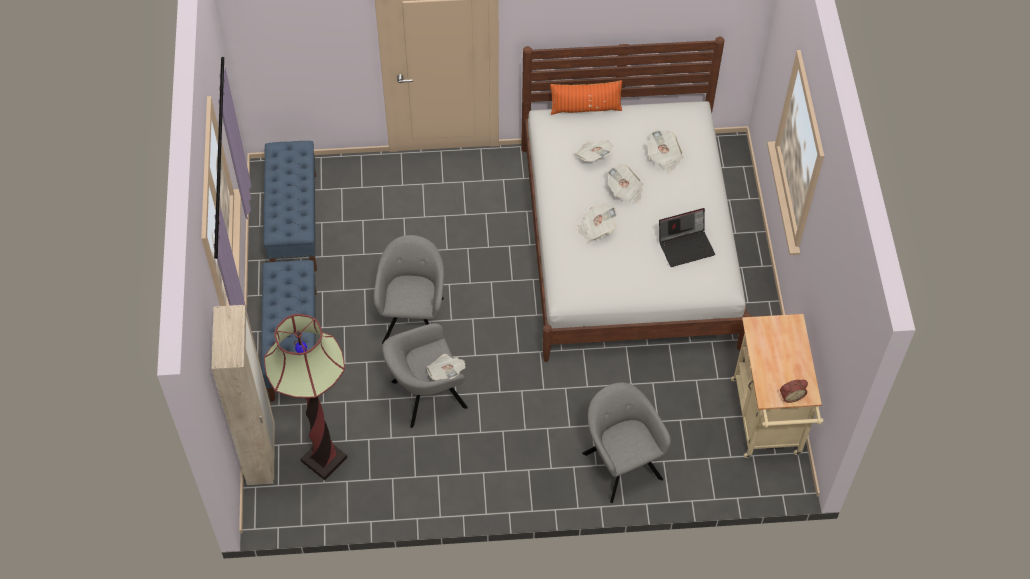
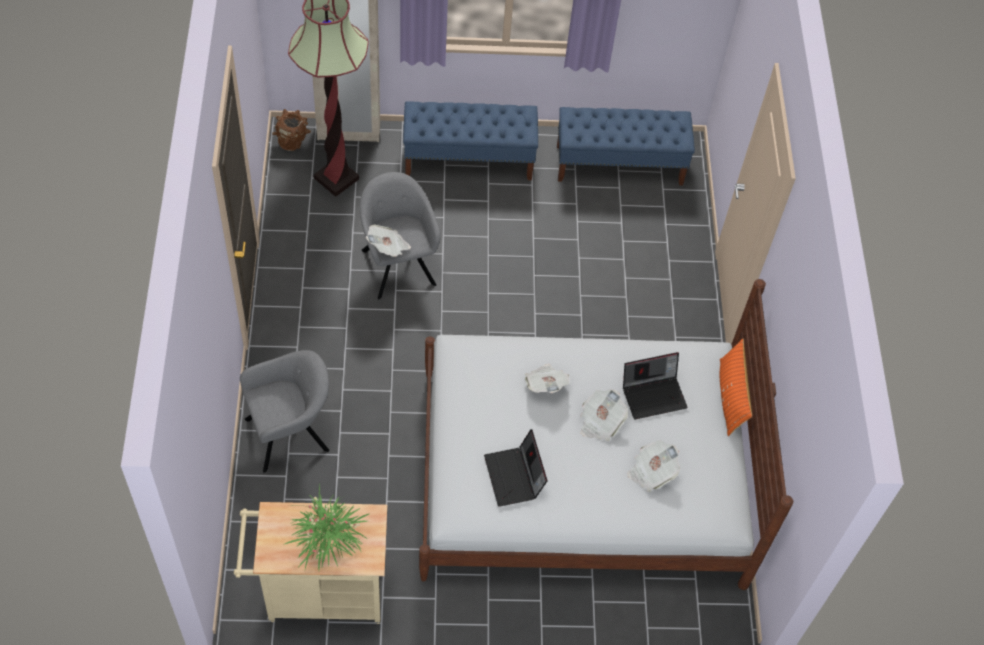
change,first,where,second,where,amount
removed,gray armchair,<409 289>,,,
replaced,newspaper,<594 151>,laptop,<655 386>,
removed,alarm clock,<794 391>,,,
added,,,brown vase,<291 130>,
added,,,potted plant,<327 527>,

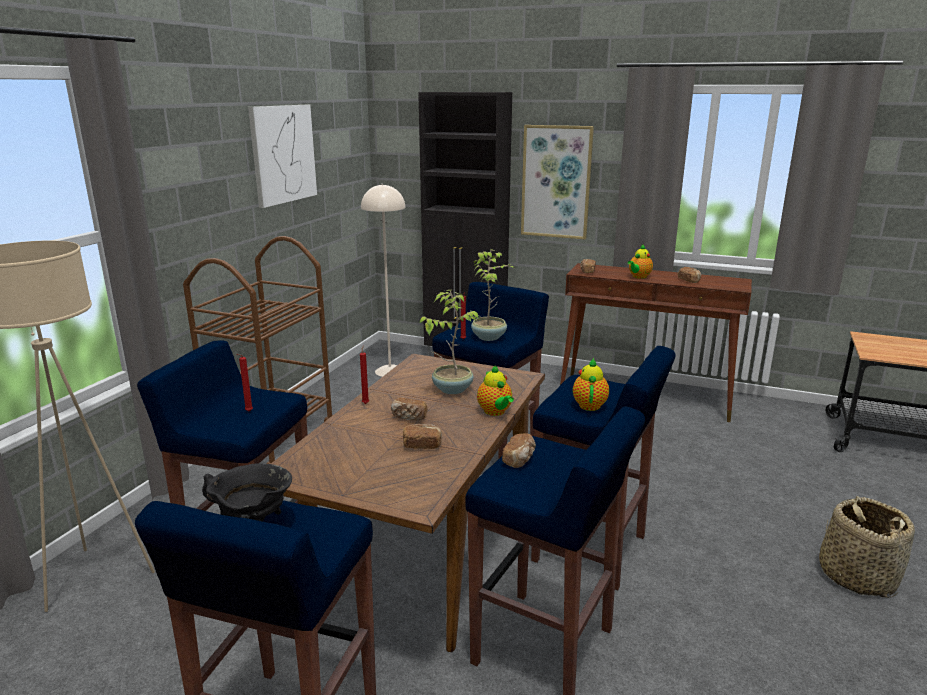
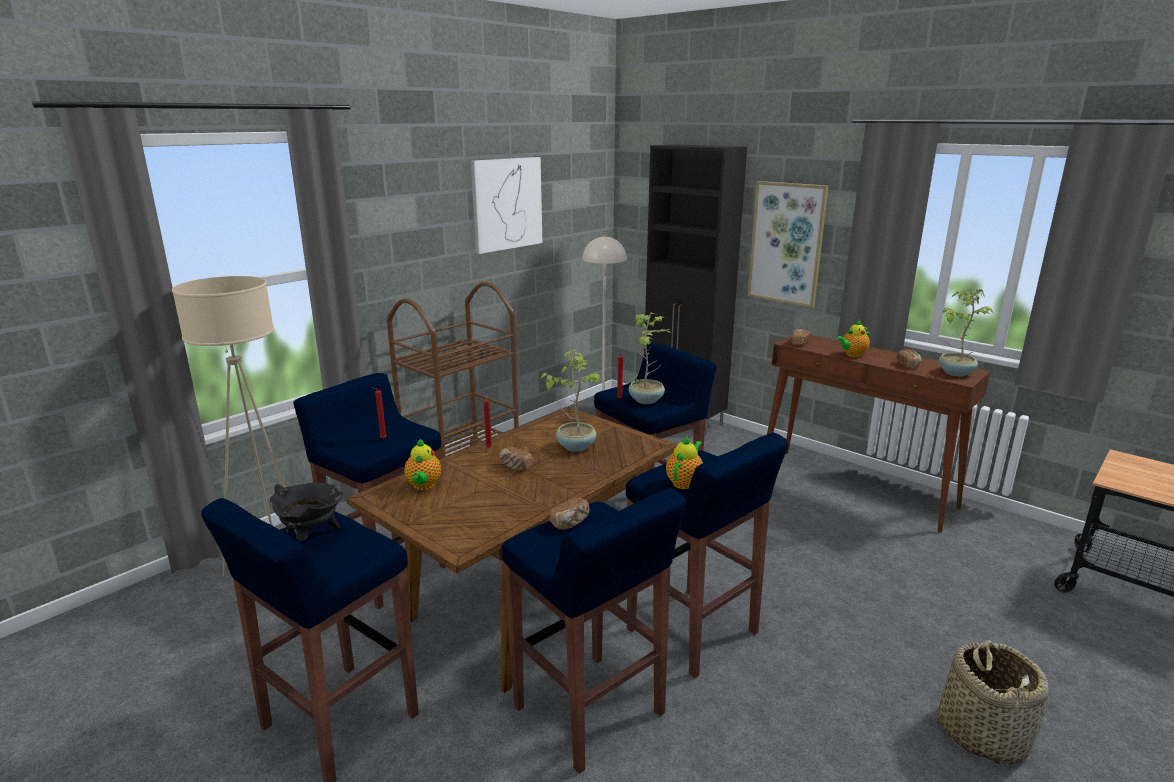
change,first,where,second,where,amount
removed,bread,<422 436>,,,
moved,pot for tea,<495 390>,,<423 464>,
added,,,potted plant,<966 332>,

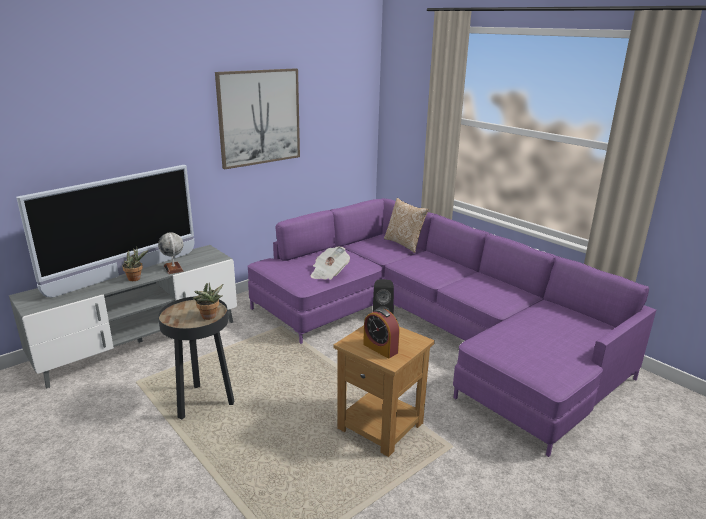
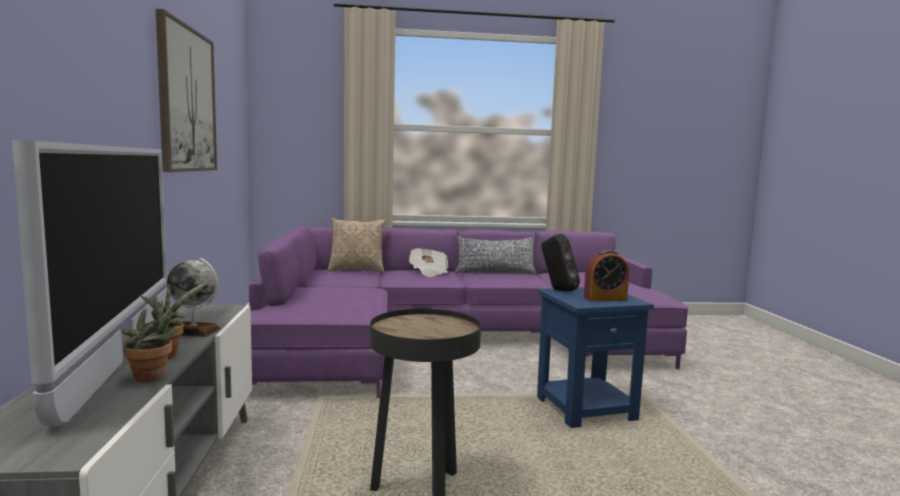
change,first,where,second,where,amount
moved,potted plant,<208 301>,,<150 341>,
moved,newspaper,<330 263>,,<428 262>,
recoloured,brown end table,<384 391>,blue-coloured end table,<595 357>,
added,,,cushion,<496 255>,

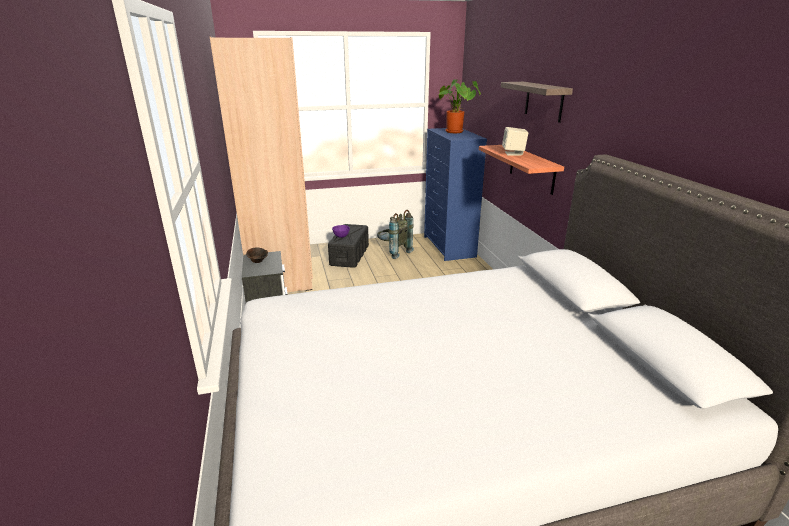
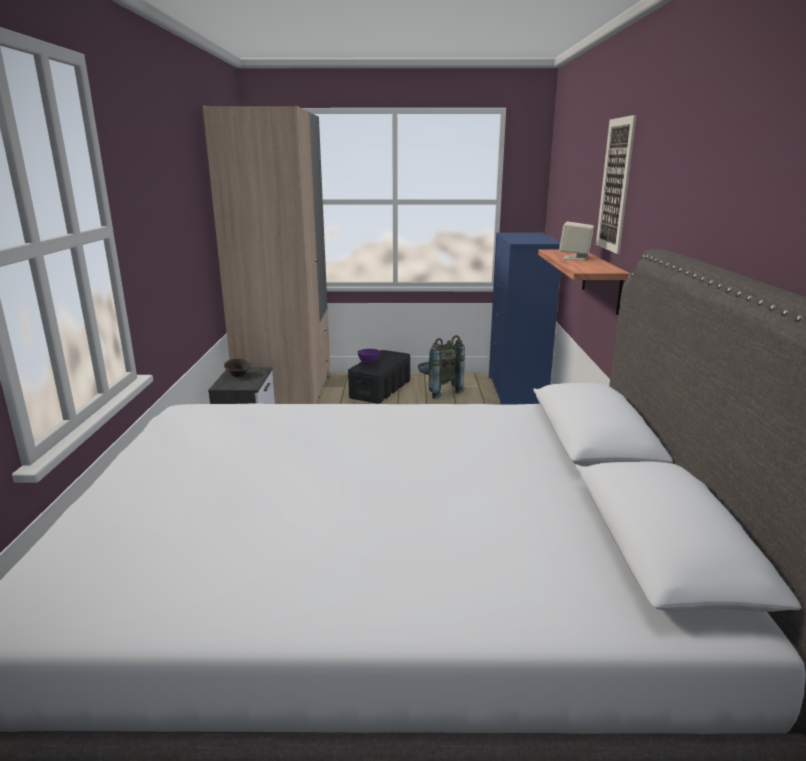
change,first,where,second,where,amount
removed,potted plant,<460 106>,,,
replaced,shelf,<537 102>,wall picture,<616 184>,

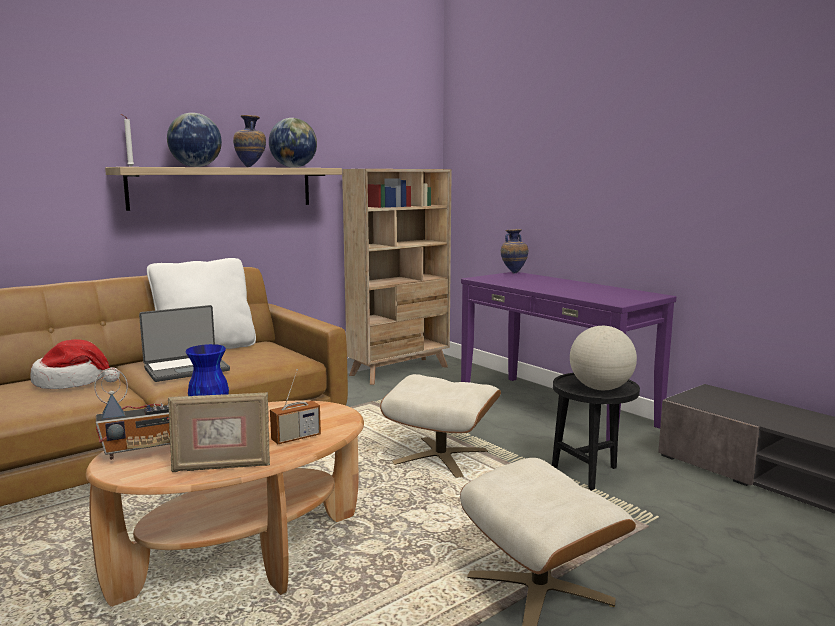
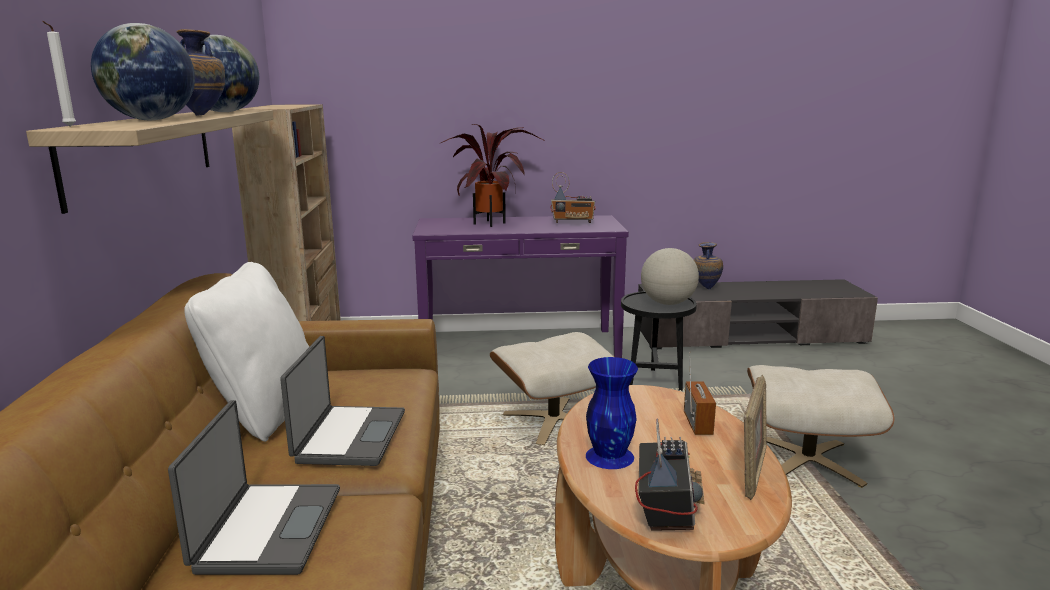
change,first,where,second,where,amount
replaced,wearable hat,<75 364>,laptop,<254 487>,
moved,vase,<514 251>,,<708 266>,
added,,,potted plant,<492 175>,
added,,,radio,<573 197>,

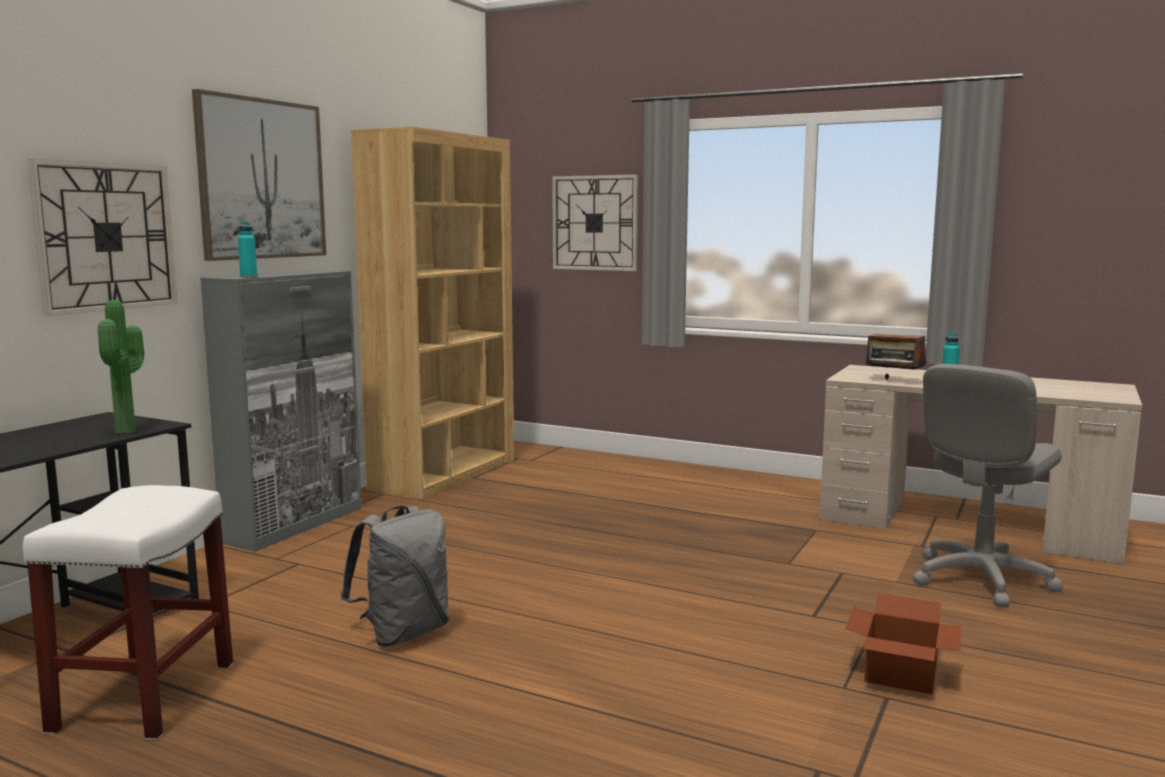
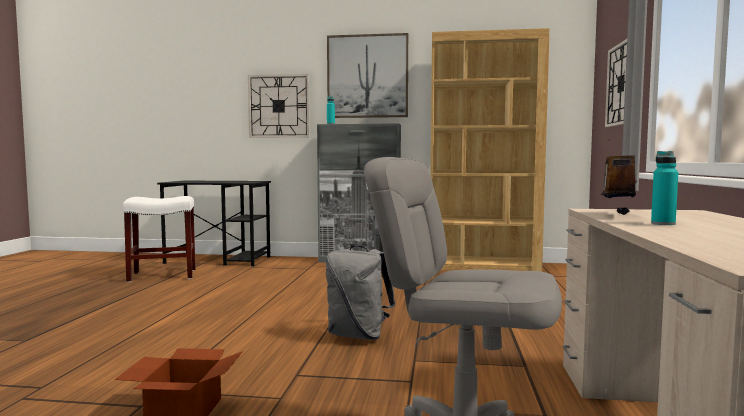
change,first,where,second,where,amount
removed,potted plant,<121 367>,,,
moved,gray rucksack,<395 576>,,<361 292>,

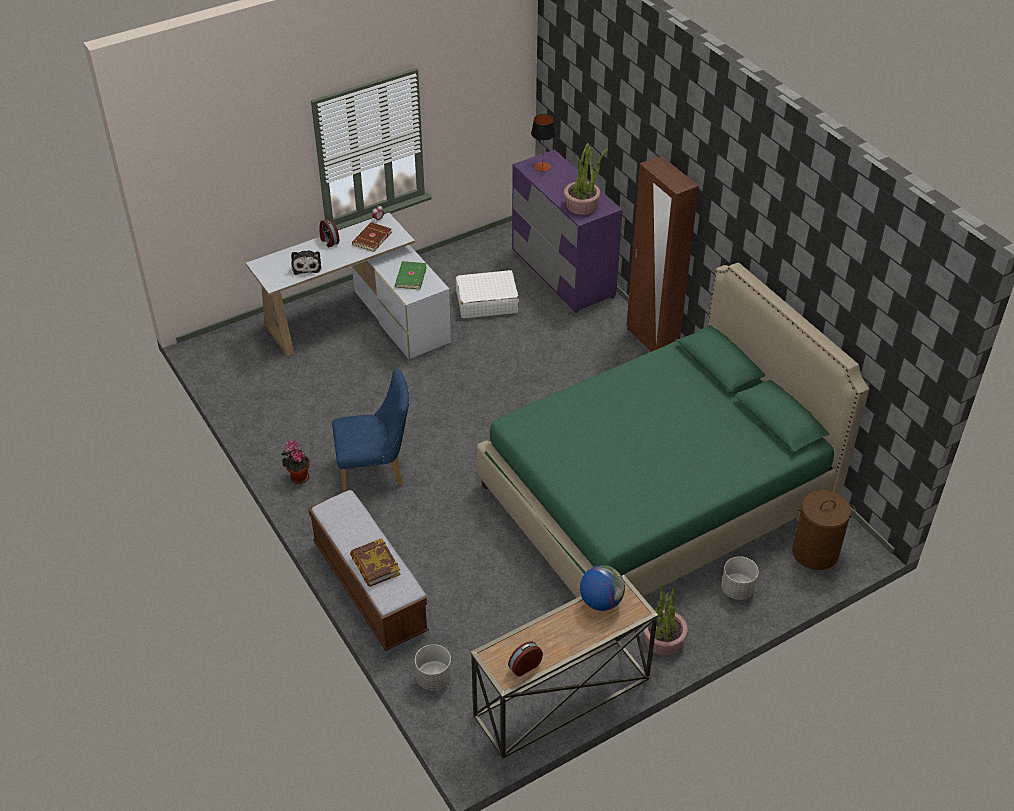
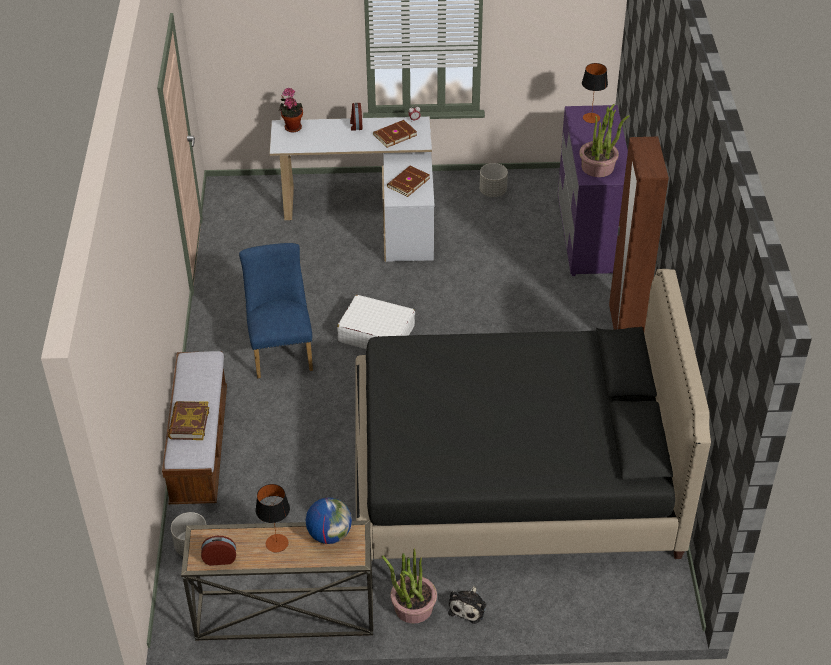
change,first,where,second,where,amount
moved,potted plant,<295 462>,,<291 110>,
moved,soft toy,<306 263>,,<467 605>,
turned,blue-coloured upright chair,<370 430>,,<276 310>,120 degrees counterclockwise
recoloured,greenish bound book,<411 275>,brown bound book,<408 181>,
moved,whitish suitcase,<487 294>,,<376 322>,
recoloured,greenish bed,<673 430>,black-coloured bed,<533 415>,
moved,gray flower pot,<740 578>,,<494 180>,
removed,brown hamper,<824 530>,,,
added,,,tabletop lamp,<272 518>,

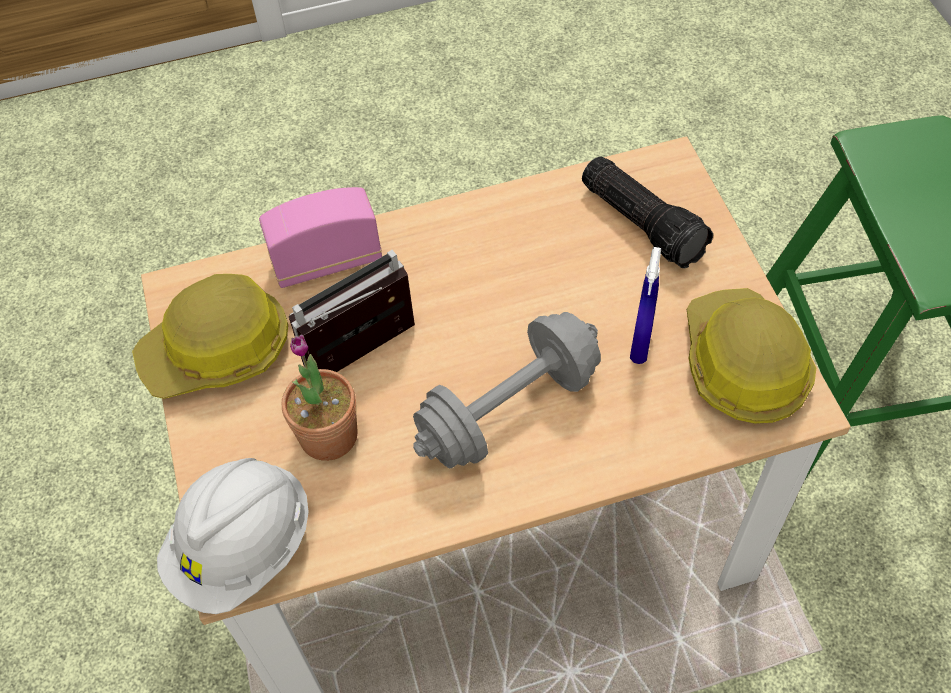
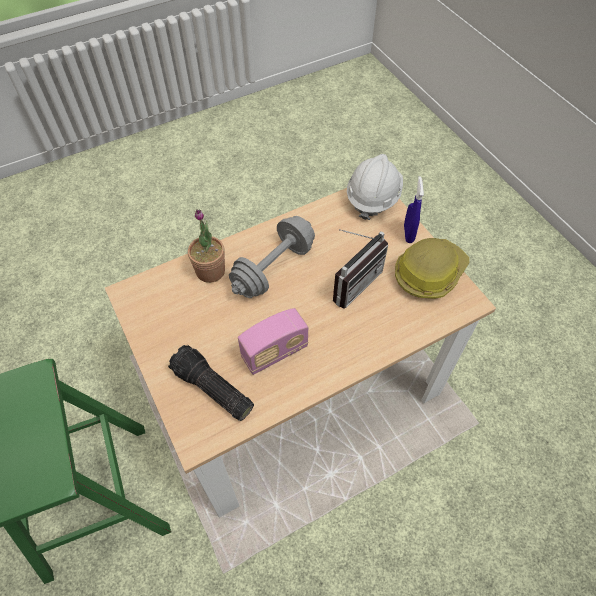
change,first,where,second,where,amount
moved,radio,<320 237>,,<273 341>,
moved,potted plant,<320 397>,,<206 246>,
moved,blue-coloured spray bottle,<645 305>,,<414 209>,
removed,work helmet,<751 356>,,,

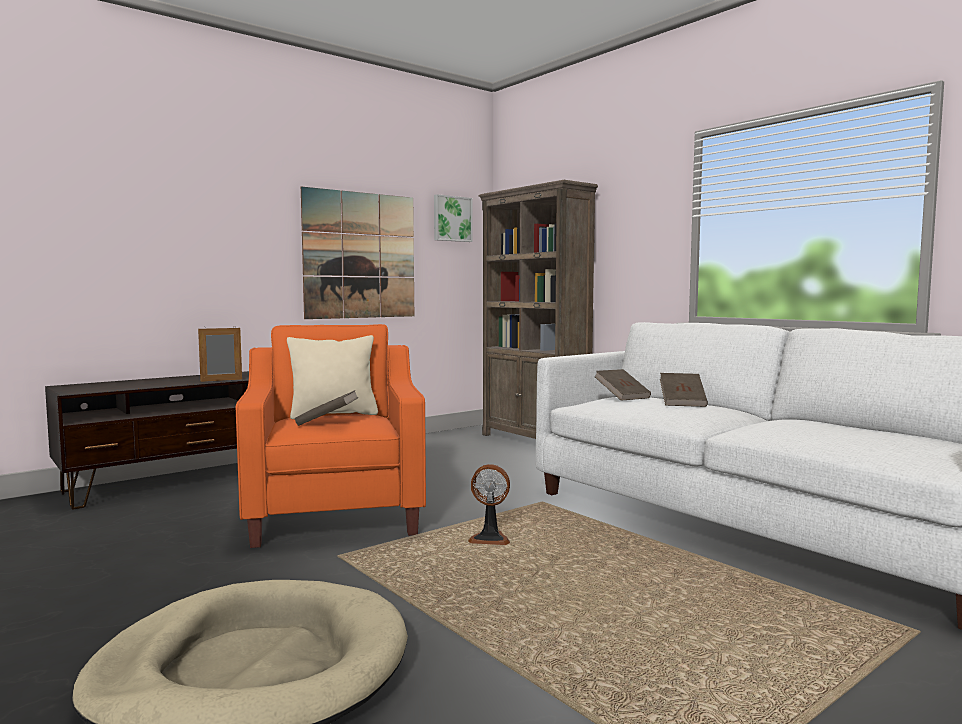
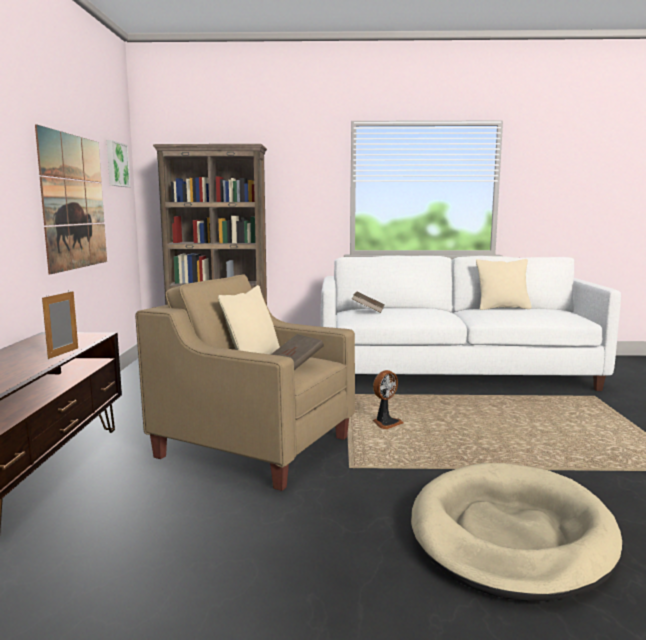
change,first,where,second,where,amount
recoloured,orange armchair,<331 436>,sand-coloured armchair,<245 382>,
removed,brown bound book,<684 390>,,,
added,,,sand-coloured cushion,<504 284>,

